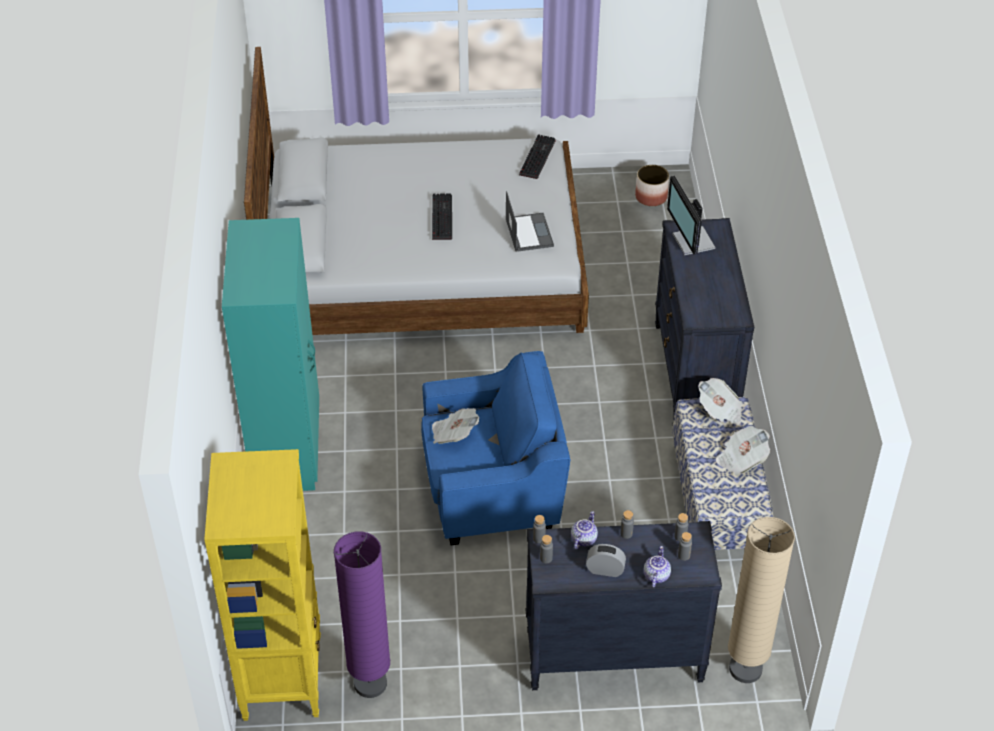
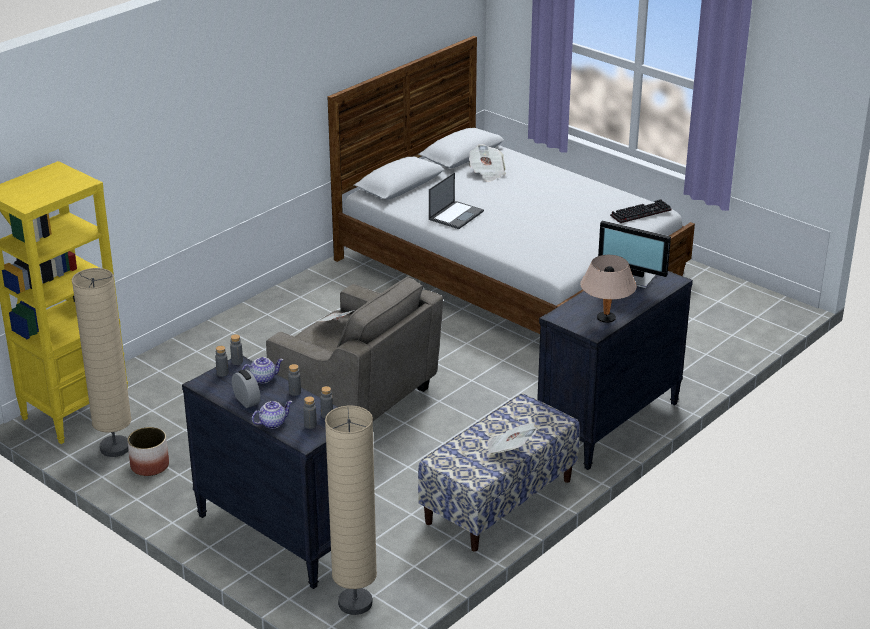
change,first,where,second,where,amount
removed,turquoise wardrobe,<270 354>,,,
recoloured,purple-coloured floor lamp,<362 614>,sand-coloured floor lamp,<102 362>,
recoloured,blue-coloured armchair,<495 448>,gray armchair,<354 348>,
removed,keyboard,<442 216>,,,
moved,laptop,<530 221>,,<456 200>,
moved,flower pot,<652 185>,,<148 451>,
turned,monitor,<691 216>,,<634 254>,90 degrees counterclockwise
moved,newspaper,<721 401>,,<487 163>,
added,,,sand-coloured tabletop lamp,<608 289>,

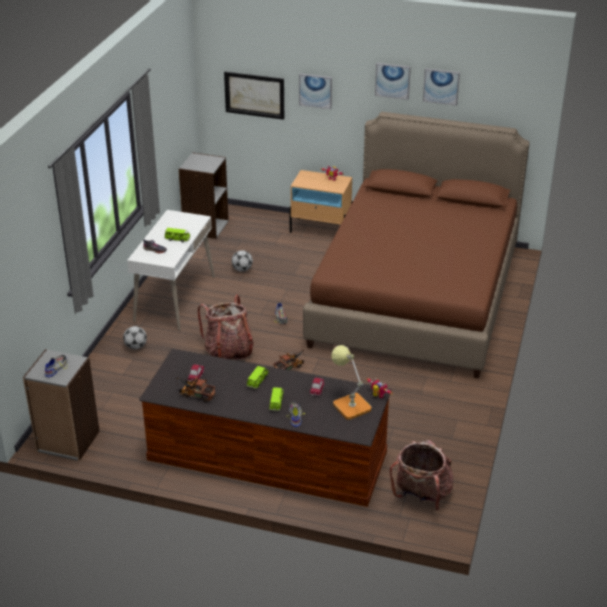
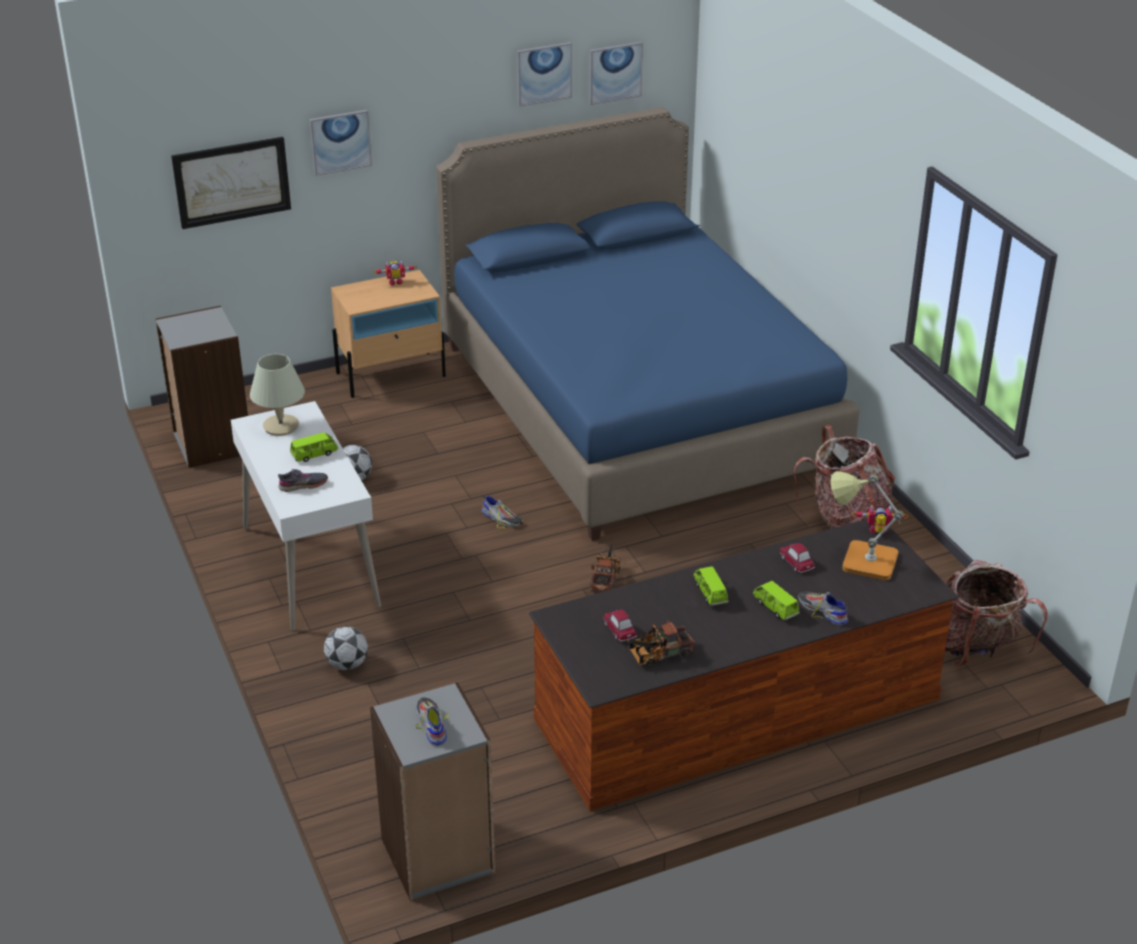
change,first,where,second,where,amount
moved,rucksack,<226 327>,,<844 476>,
recoloured,brown bed,<416 245>,blue-coloured bed,<647 324>,
moved,wall picture,<393 81>,,<616 73>,
added,,,sand-coloured tabletop lamp,<277 395>,

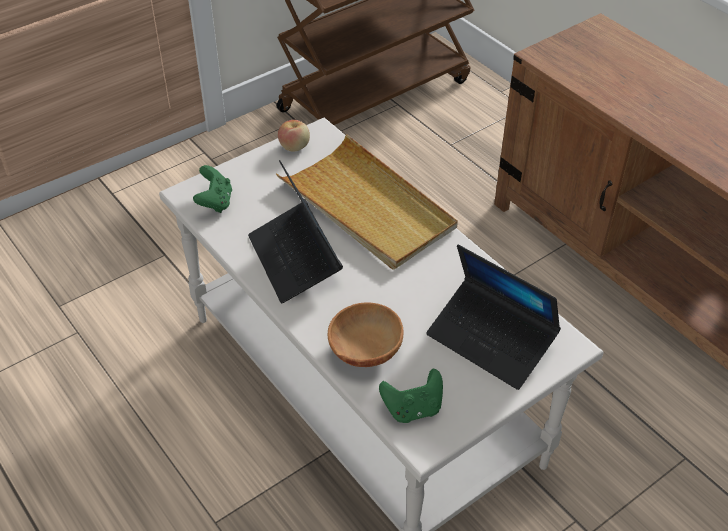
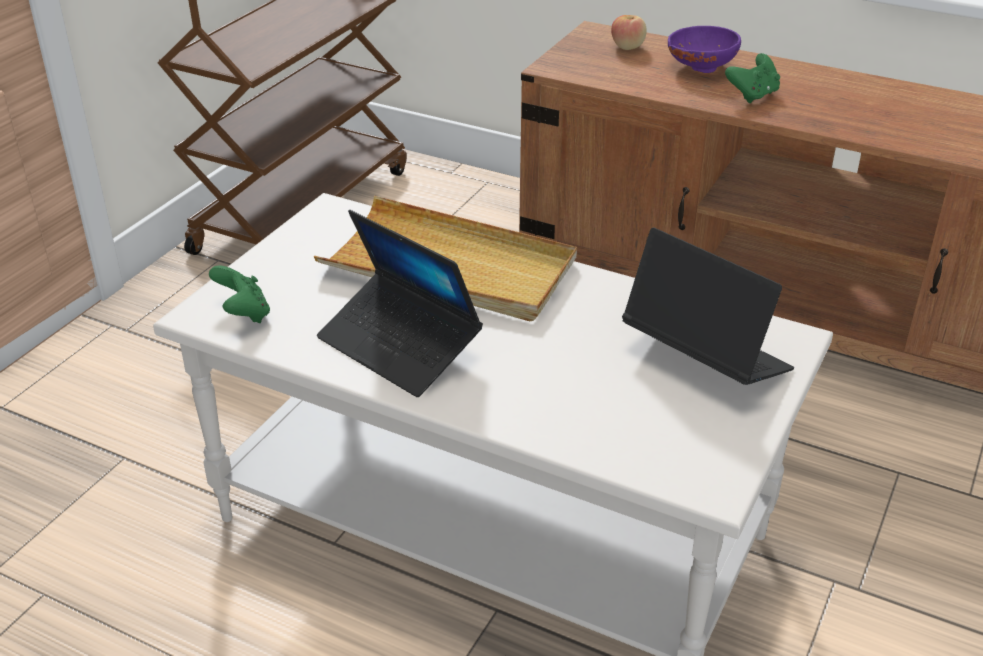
change,first,where,second,where,amount
moved,apple fruit,<294 135>,,<629 32>,
removed,brown serving bowl,<365 334>,,,
moved,greenish game controller,<411 396>,,<752 78>,
turned,laptop,<493 317>,,<708 306>,150 degrees counterclockwise
added,,,purple-coloured serving bowl,<704 49>,

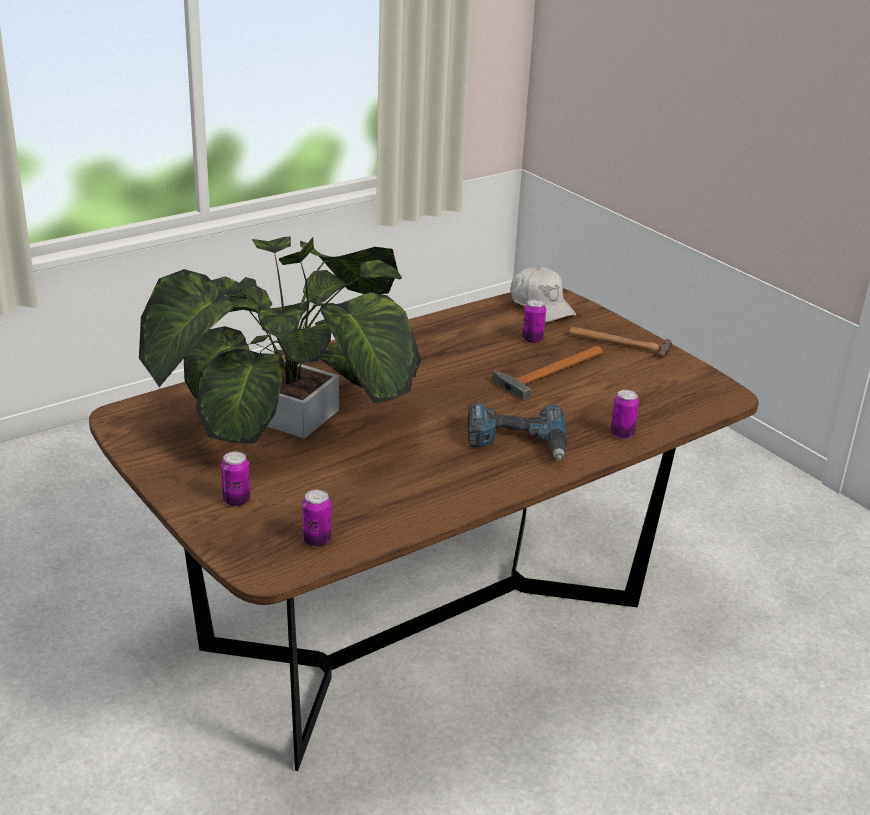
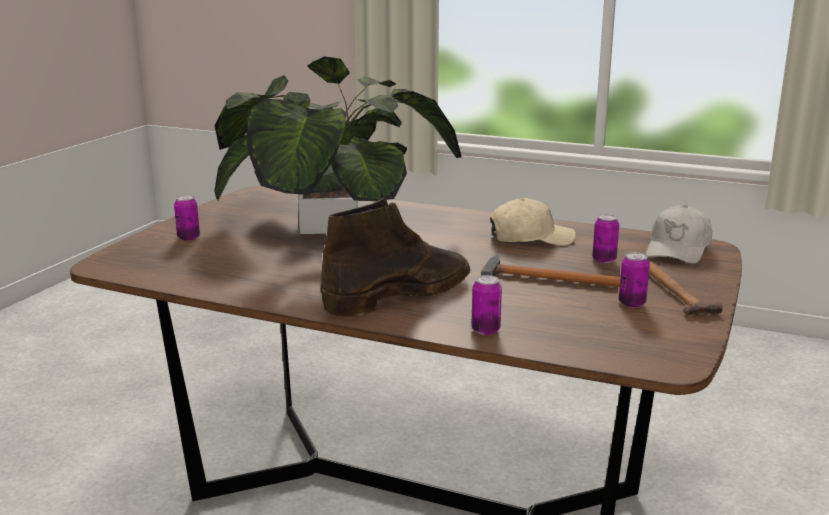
change,first,where,second,where,amount
moved,can,<316 518>,,<634 280>,
replaced,electric drill,<517 431>,brown high-top boot,<395 257>,
added,,,sand-coloured baseball cap,<533 222>,

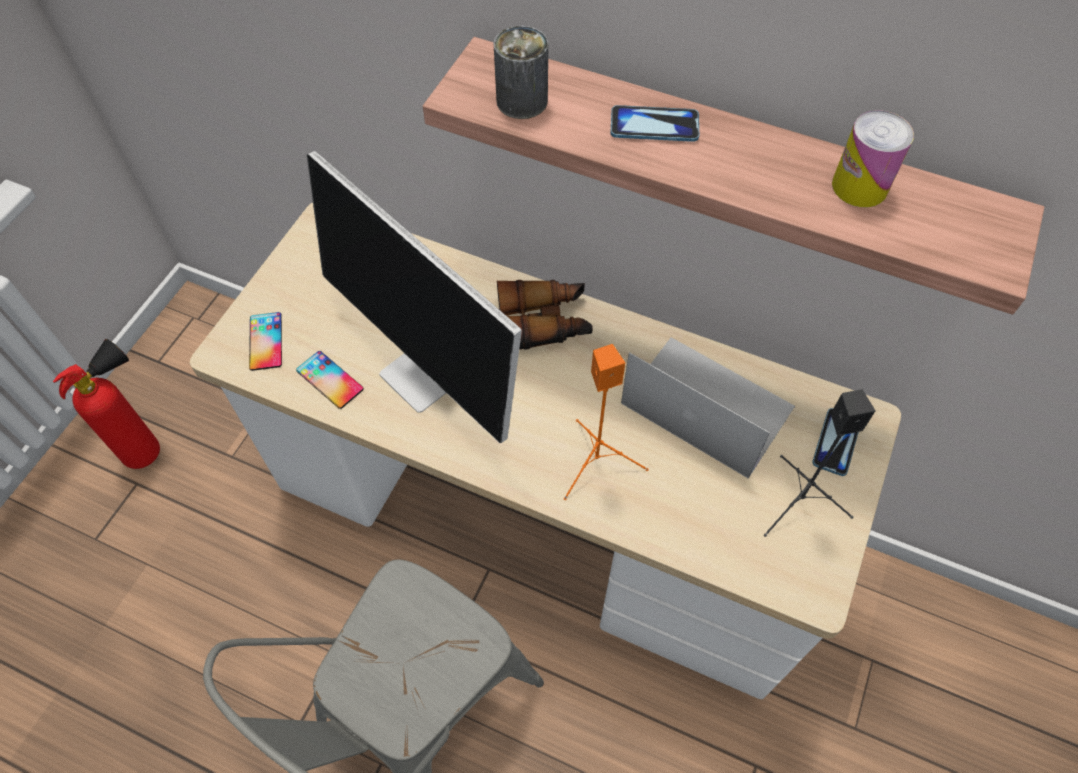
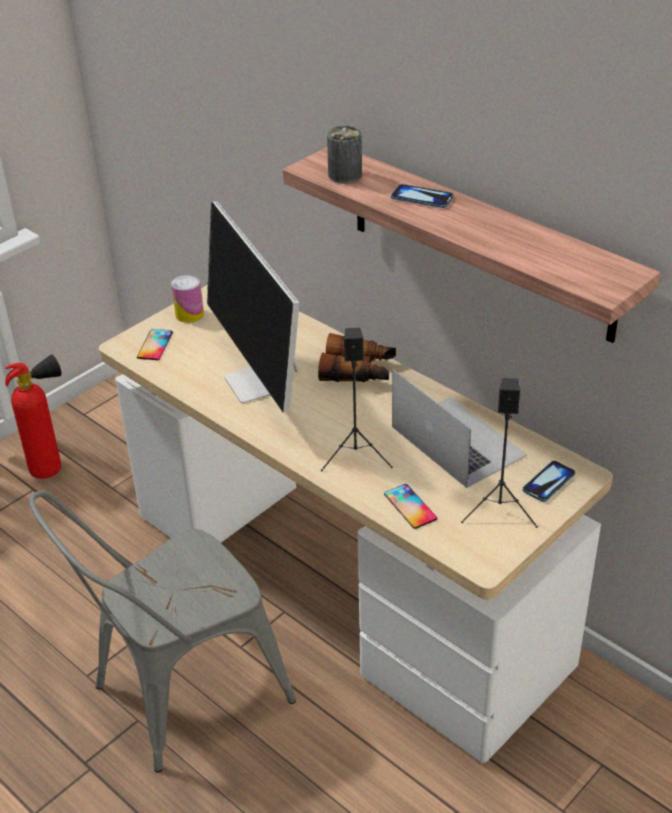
change,first,where,second,where,amount
moved,phone,<330 380>,,<410 506>,
recoloured,orange loudspeaker,<606 422>,black-coloured loudspeaker,<357 399>,
moved,can,<873 159>,,<187 299>,

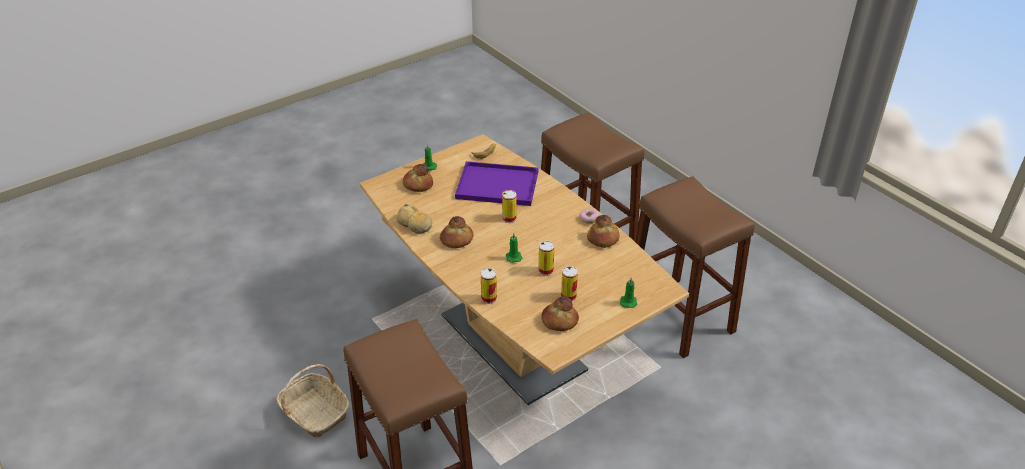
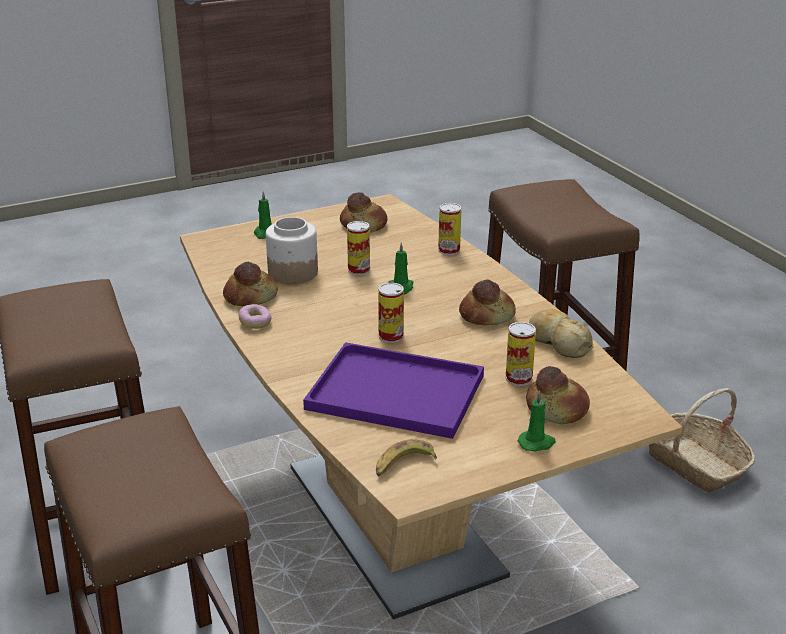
change,first,where,second,where,amount
moved,can,<569 283>,,<521 354>,
added,,,preserve jar,<292 250>,

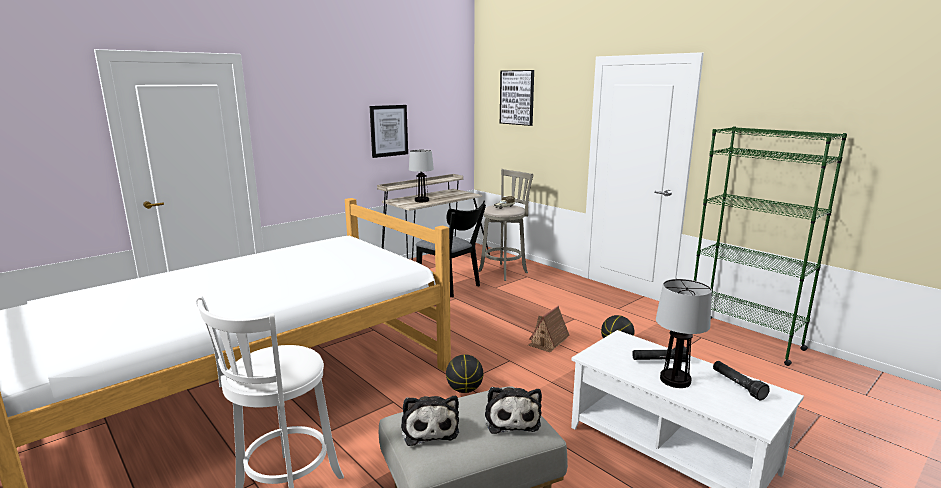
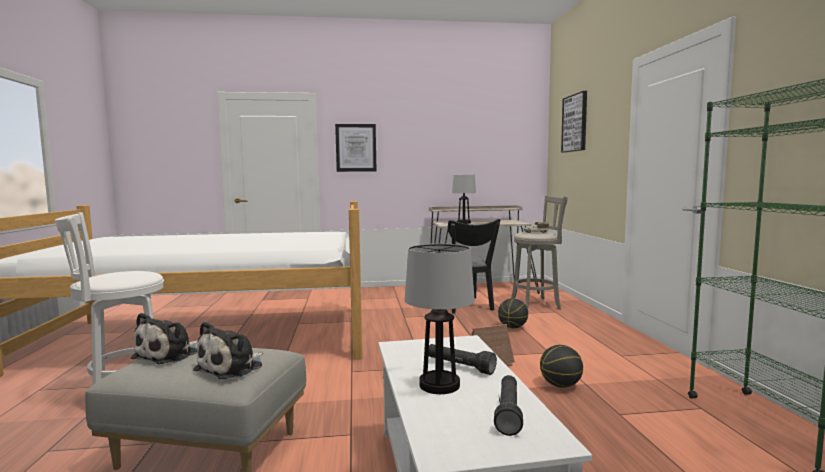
change,first,where,second,where,amount
moved,wall picture,<389 131>,,<356 148>,
moved,ball for basketball,<464 373>,,<513 313>,

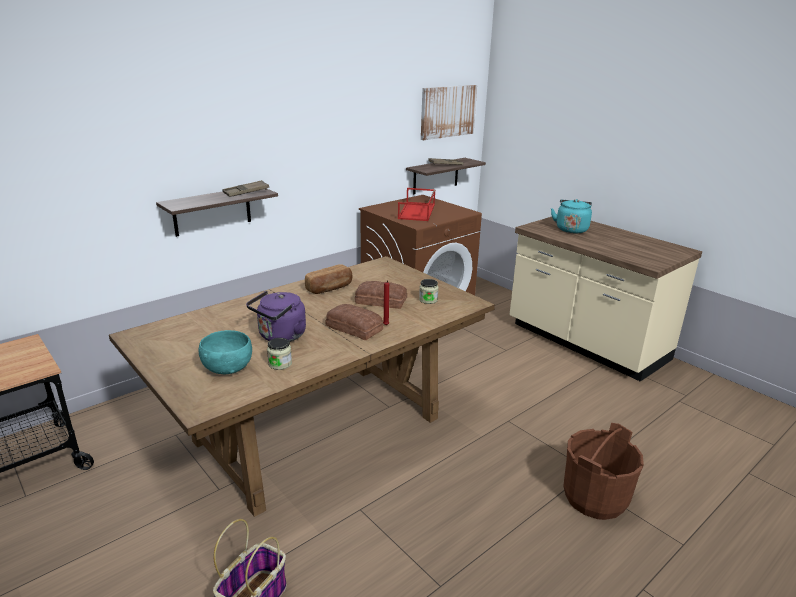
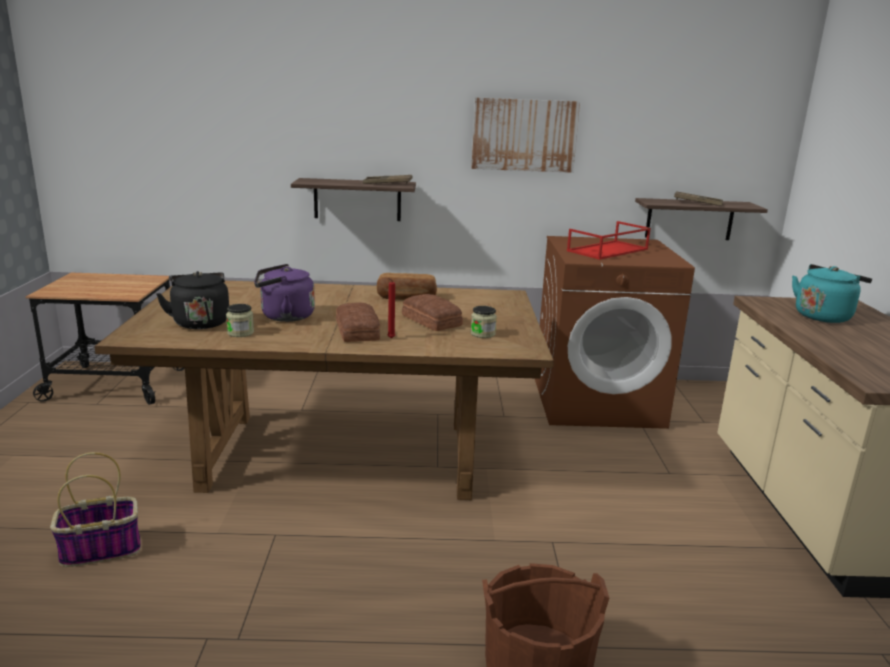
change,first,where,second,where,amount
replaced,turquoise serving bowl,<225 352>,black-coloured tea kettle,<192 300>,
moved,wall picture,<449 112>,,<526 135>,

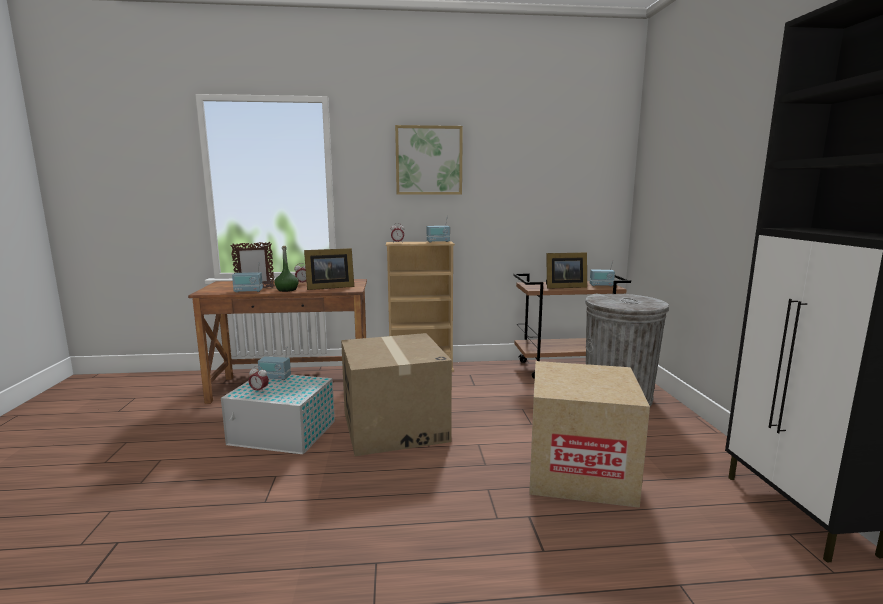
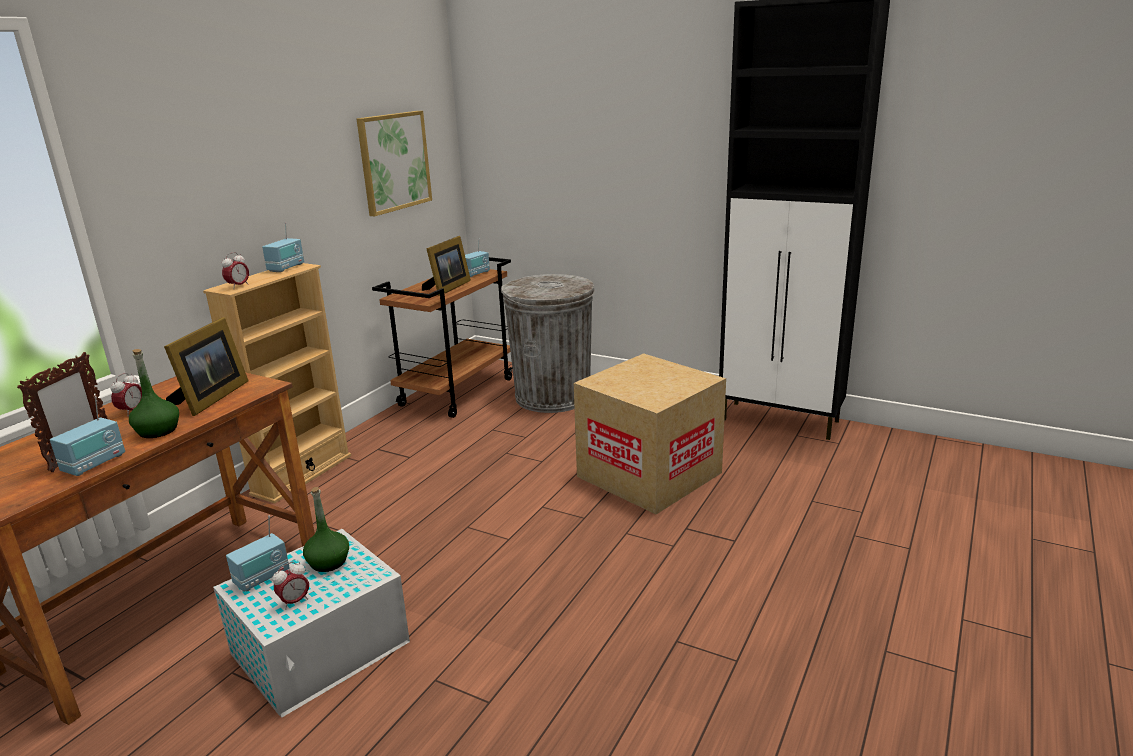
change,first,where,second,where,amount
removed,cardboard box,<396 394>,,,
moved,wall picture,<429 160>,,<394 163>,
added,,,greenish bottle,<326 529>,

